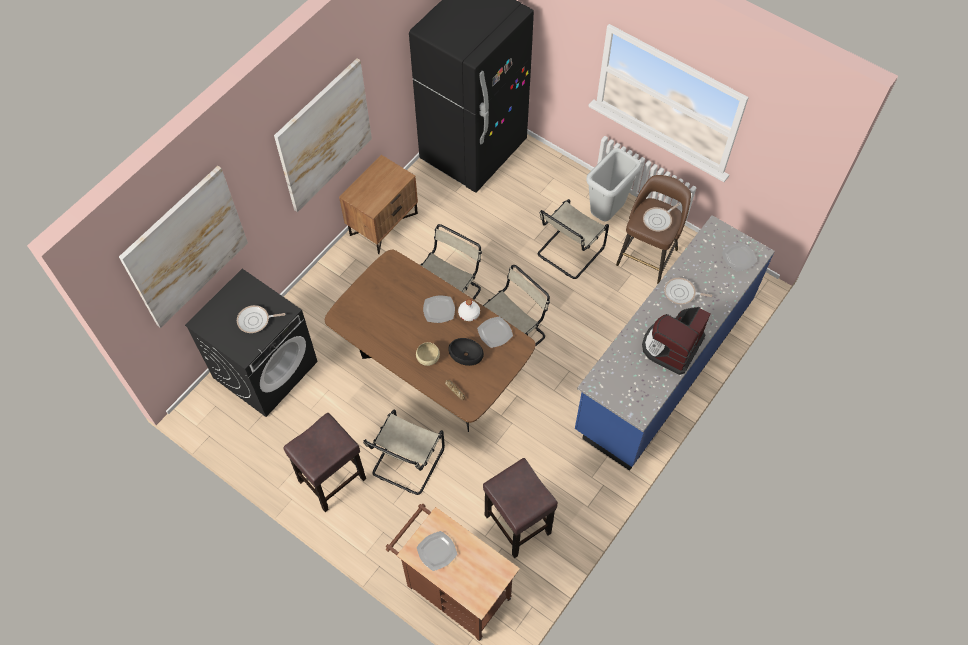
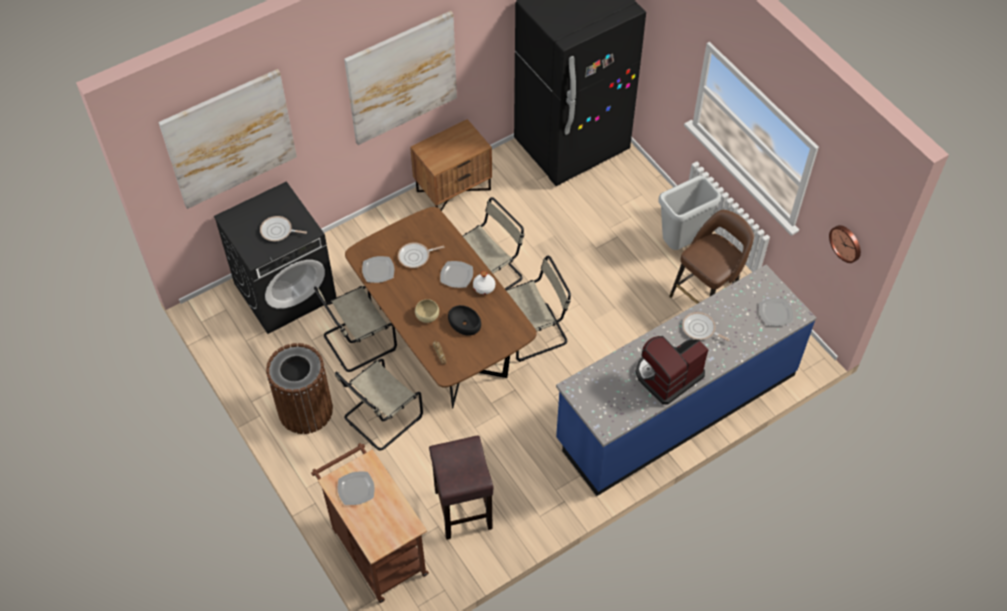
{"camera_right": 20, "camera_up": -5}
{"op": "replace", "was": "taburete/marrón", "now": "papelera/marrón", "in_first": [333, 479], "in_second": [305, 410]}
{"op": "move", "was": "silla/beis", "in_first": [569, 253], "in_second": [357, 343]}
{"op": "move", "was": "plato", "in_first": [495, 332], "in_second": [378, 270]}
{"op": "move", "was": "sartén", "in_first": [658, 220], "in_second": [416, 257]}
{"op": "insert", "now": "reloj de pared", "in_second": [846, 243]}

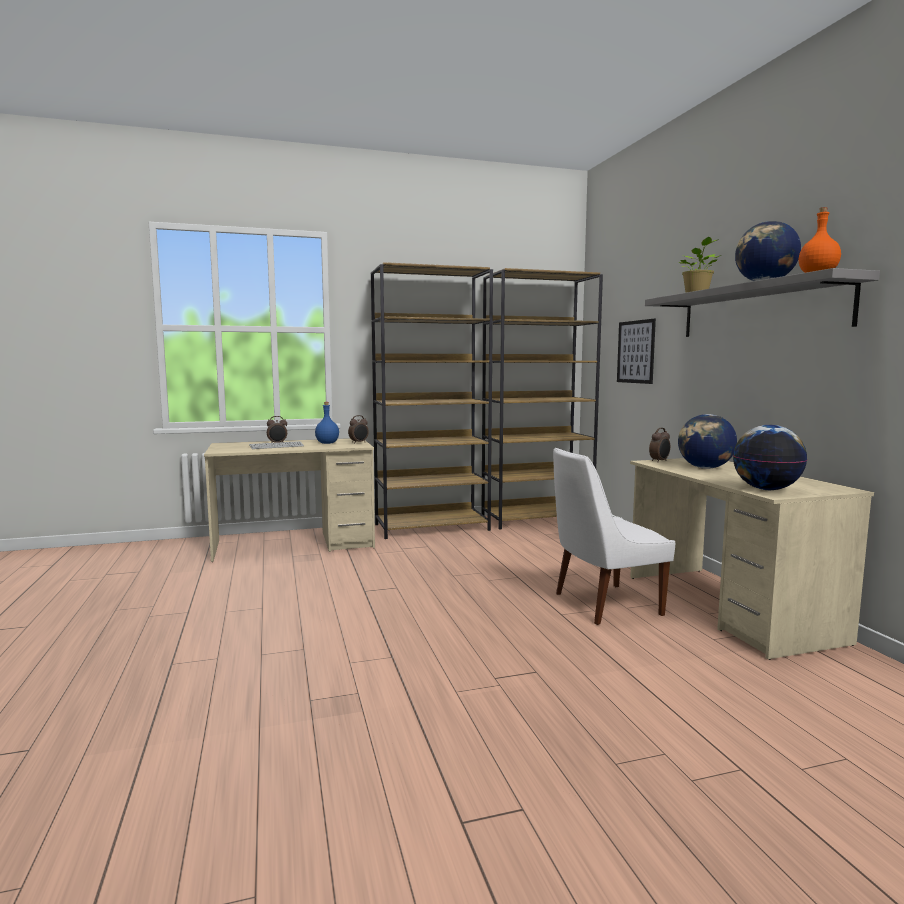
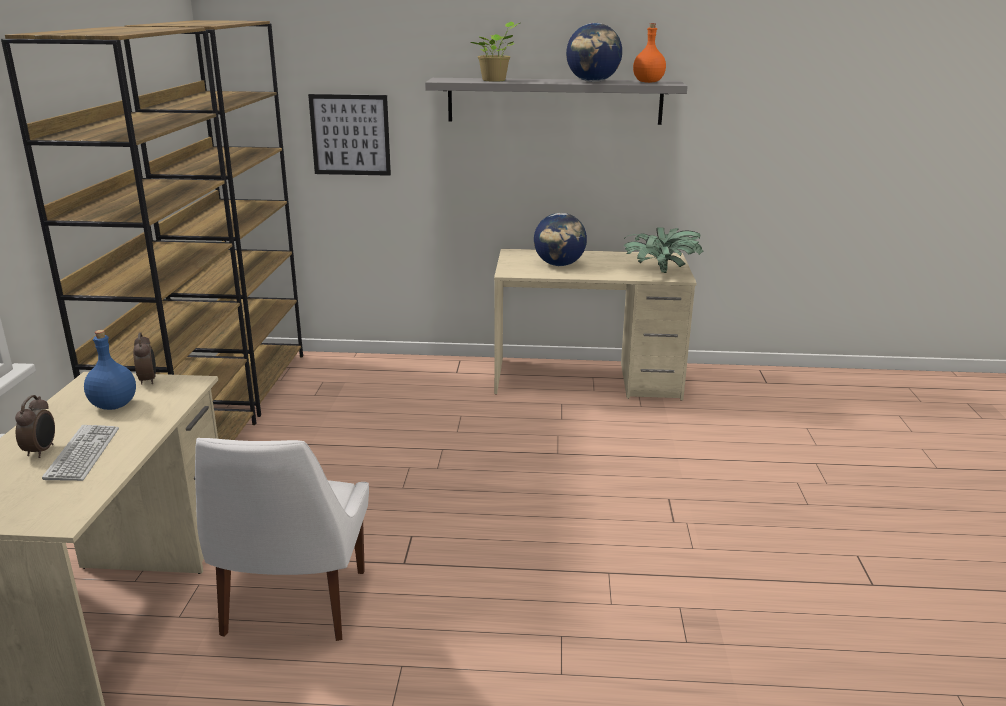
{"camera_right": -70, "camera_up": 15}
{"op": "move", "was": "silla/blanco", "in_first": [603, 604], "in_second": [293, 606]}
{"op": "replace", "was": "globo terráqueo", "now": "planta en maceta", "in_first": [766, 489], "in_second": [661, 273]}
{"op": "delete", "was": "despertador", "in_first": [659, 461]}

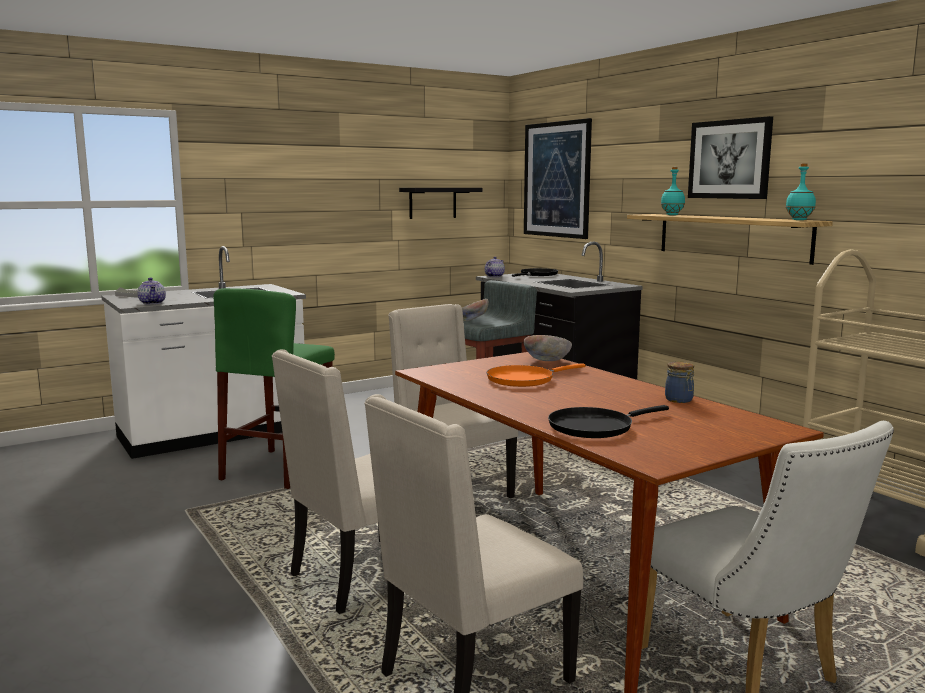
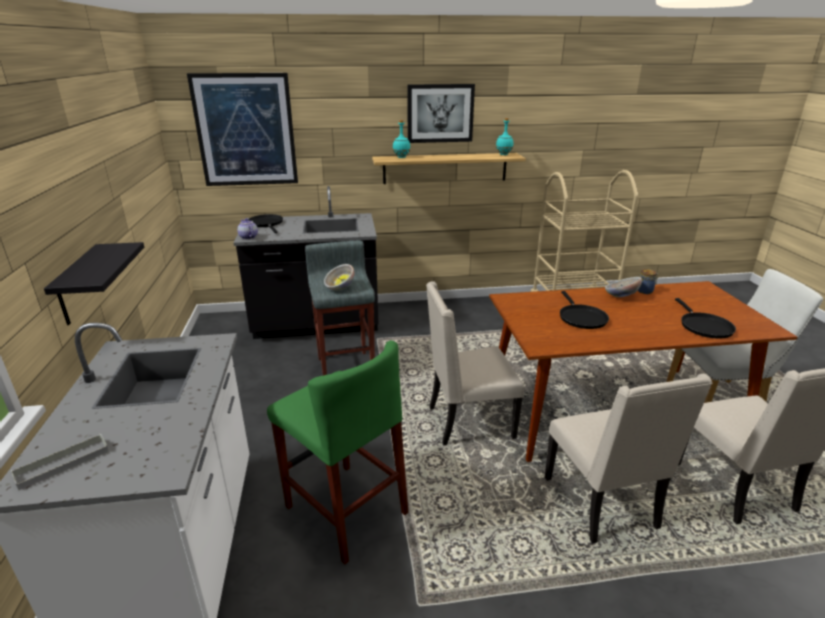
{"camera_right": -65, "camera_up": 15}
{"op": "move", "was": "estante/negro", "in_first": [432, 203], "in_second": [78, 285]}
{"op": "recolor", "was": "sartén/naranja", "now": "sartén/negro", "in_first": [524, 379], "in_second": [581, 318]}
{"op": "move", "was": "cuenco", "in_first": [546, 362], "in_second": [620, 296]}
{"op": "delete", "was": "tetera", "in_first": [153, 303]}

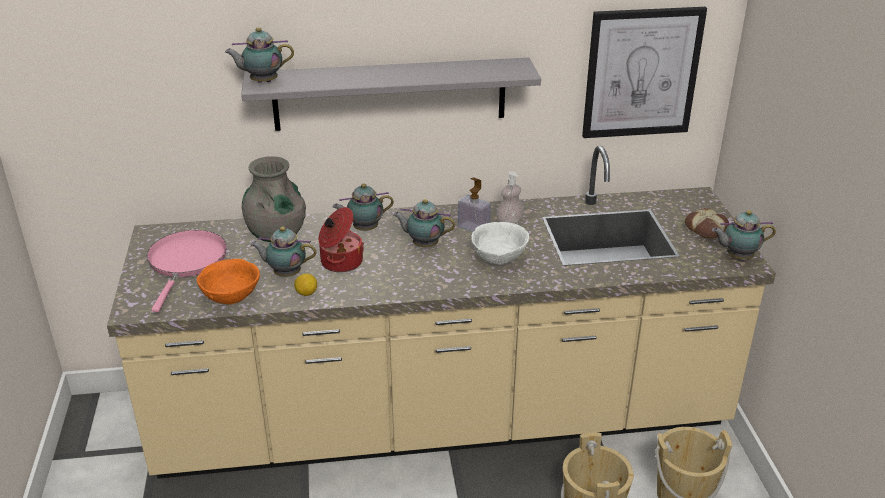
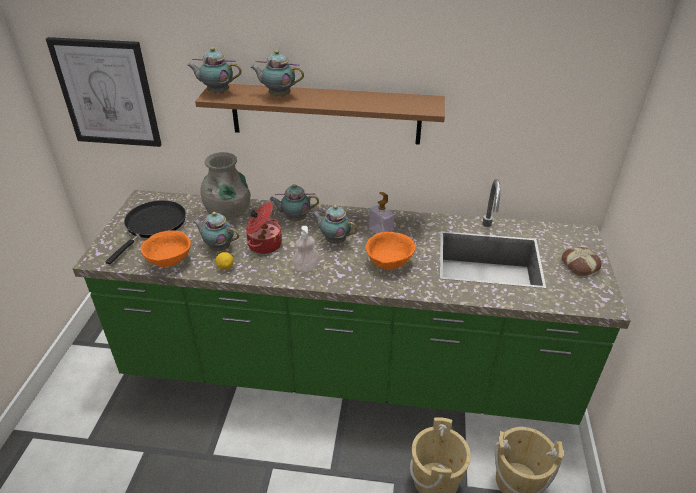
{"camera_right": 15, "camera_up": 5}
{"op": "move", "was": "cuadro", "in_first": [641, 73], "in_second": [107, 93]}
{"op": "recolor", "was": "mueble bajo de cocina/beis", "now": "mueble bajo de cocina/verde", "in_first": [442, 418], "in_second": [347, 369]}
{"op": "recolor", "was": "sartén/rosa", "now": "sartén/negro", "in_first": [186, 262], "in_second": [153, 225]}
{"op": "recolor", "was": "estante/gris", "now": "estante/marrón", "in_first": [390, 94], "in_second": [325, 113]}
{"op": "move", "was": "tetera", "in_first": [737, 257], "in_second": [278, 95]}
{"op": "move", "was": "dispensador de jabón", "in_first": [509, 222], "in_second": [306, 268]}
{"op": "recolor", "was": "cuenco/blanco", "now": "cuenco/naranja", "in_first": [499, 258], "in_second": [389, 262]}

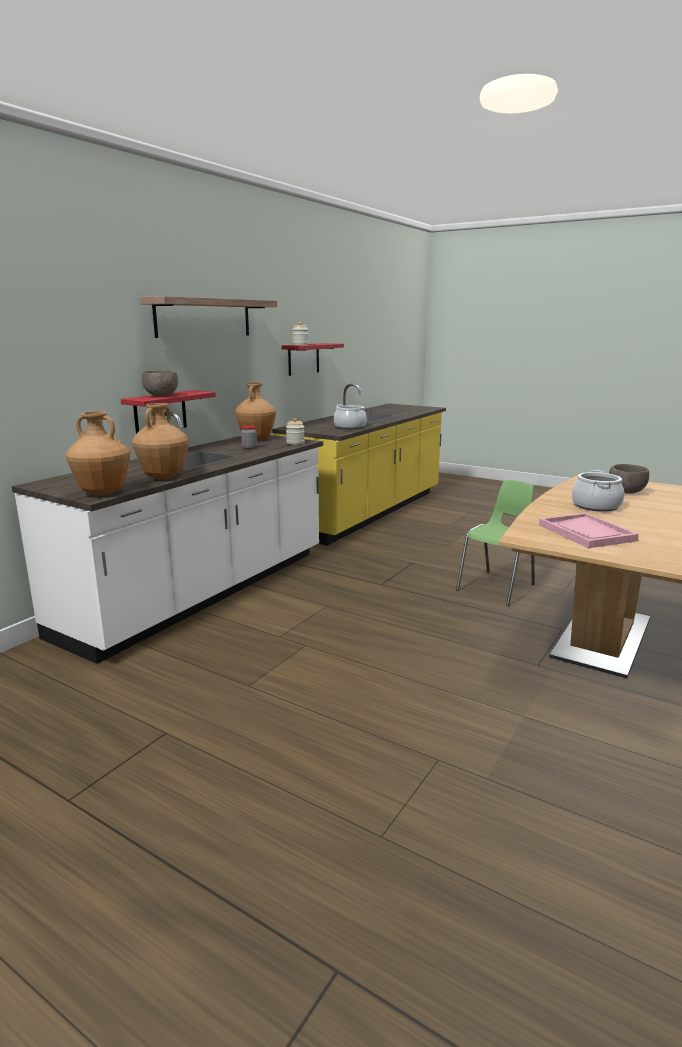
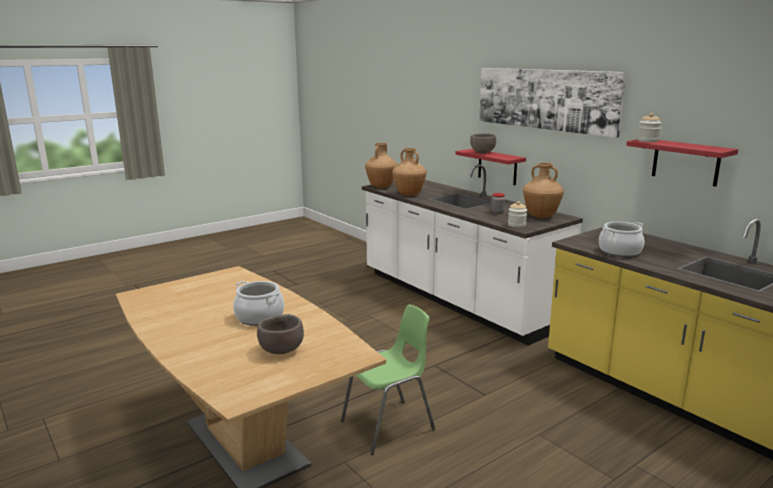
{"camera_right": 110, "camera_up": 0}
{"op": "rotate", "was": "silla/verde", "in_first": [497, 587], "in_second": [389, 426], "clockwise": -90}
{"op": "replace", "was": "estante", "now": "cuadro", "in_first": [204, 318], "in_second": [545, 99]}
{"op": "delete", "was": "bandeja/rosa", "in_first": [586, 533]}

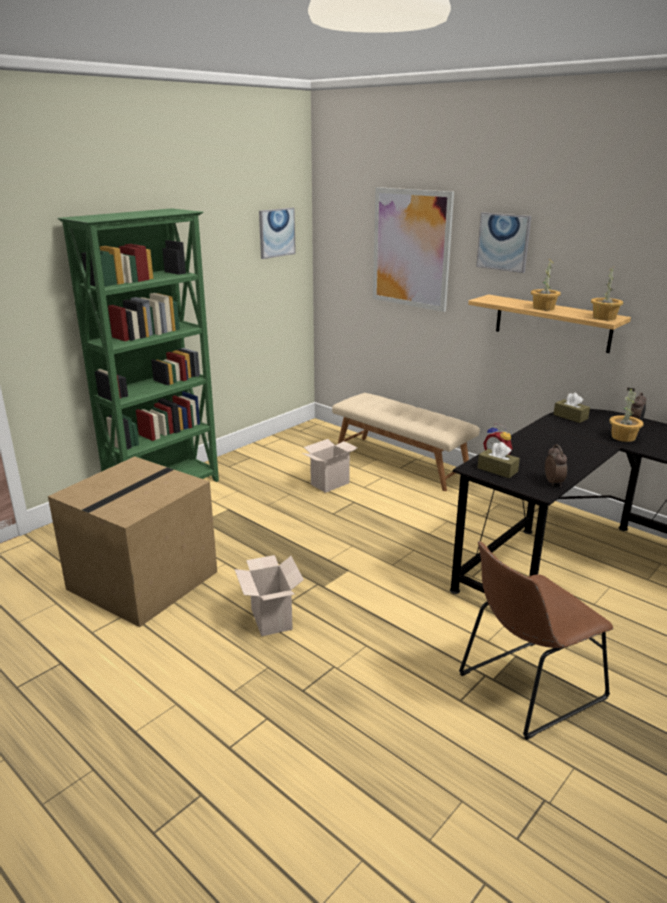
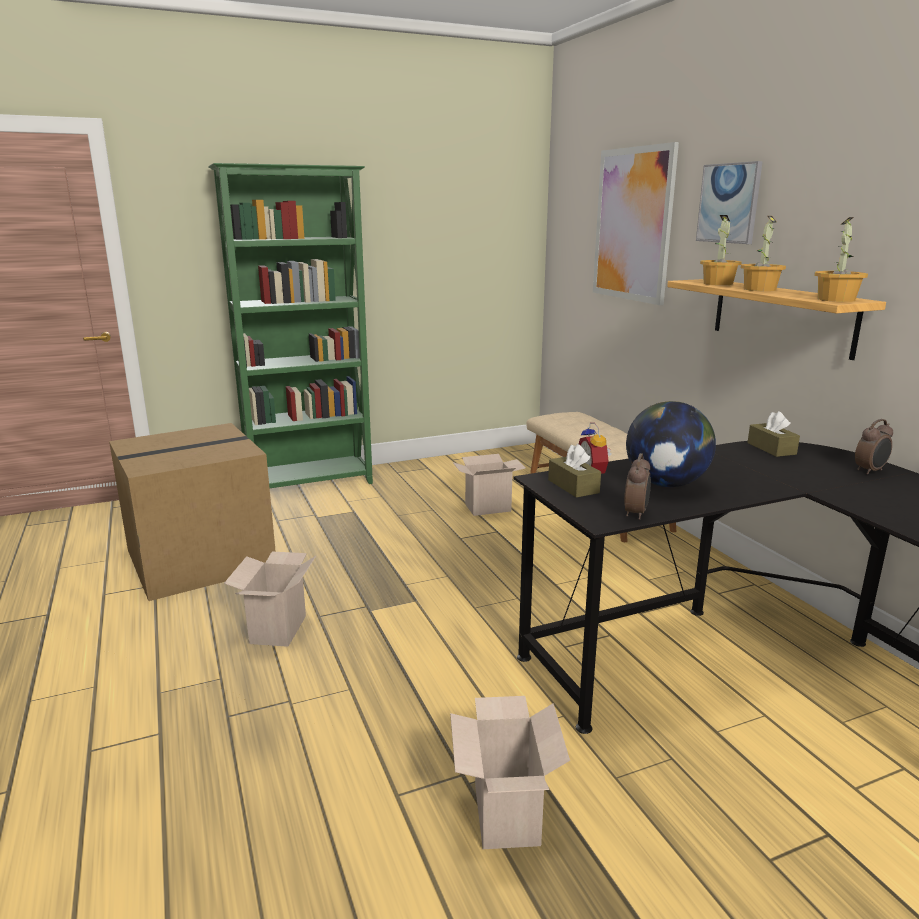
{"camera_right": 25, "camera_up": -5}
{"op": "replace", "was": "silla/marrón", "now": "caja de cartón", "in_first": [526, 688], "in_second": [503, 812]}
{"op": "insert", "now": "globo terráqueo", "in_second": [666, 484]}
{"op": "move", "was": "planta en maceta", "in_first": [623, 437], "in_second": [717, 283]}
{"op": "delete", "was": "cuadro", "in_first": [276, 232]}

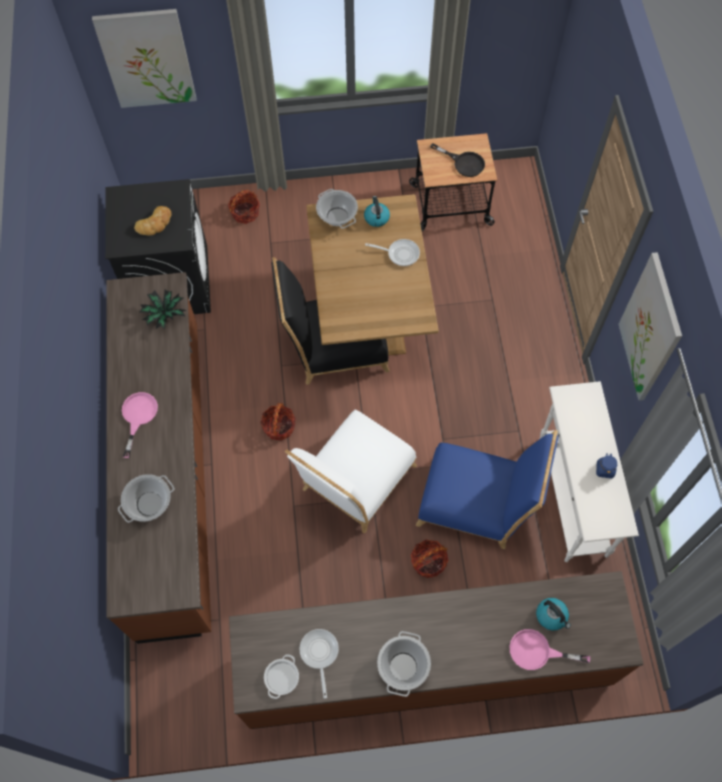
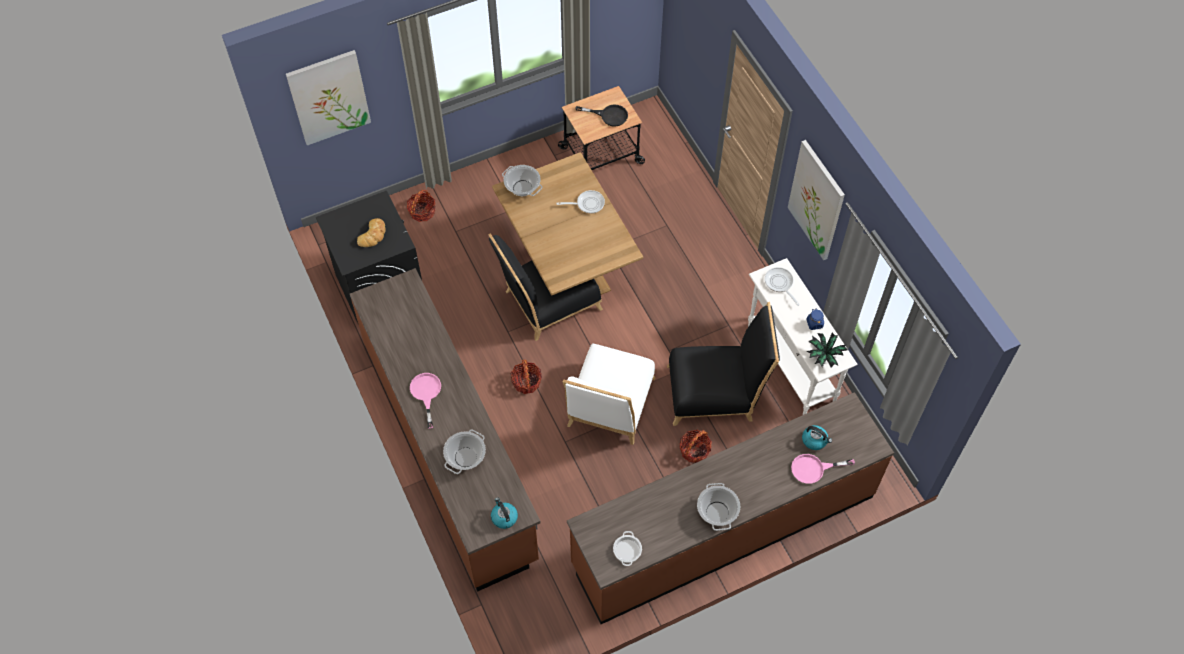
{"camera_right": -20, "camera_up": -5}
{"op": "move", "was": "hervidor", "in_first": [376, 217], "in_second": [504, 517]}
{"op": "recolor", "was": "silla/azul", "now": "silla/negro", "in_first": [477, 503], "in_second": [716, 392]}
{"op": "move", "was": "sartén", "in_first": [319, 654], "in_second": [780, 284]}
{"op": "move", "was": "planta en maceta", "in_first": [164, 315], "in_second": [824, 355]}

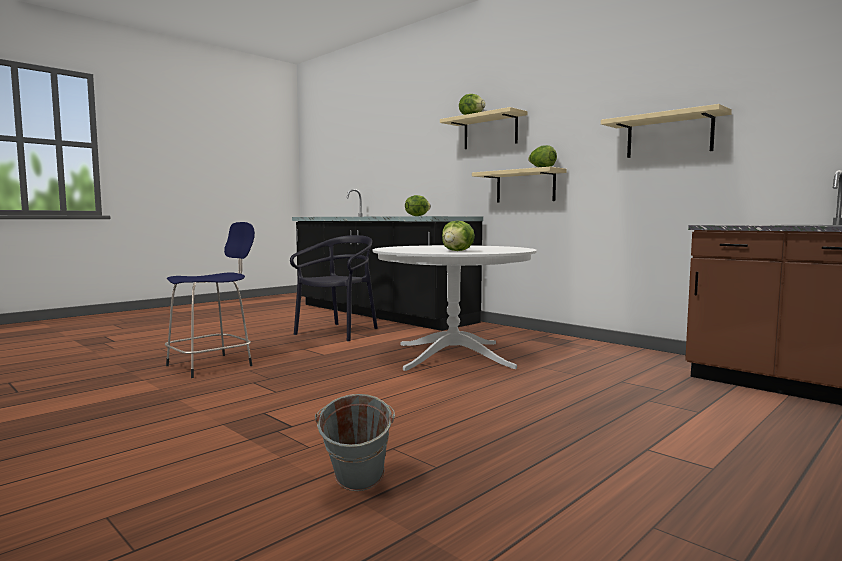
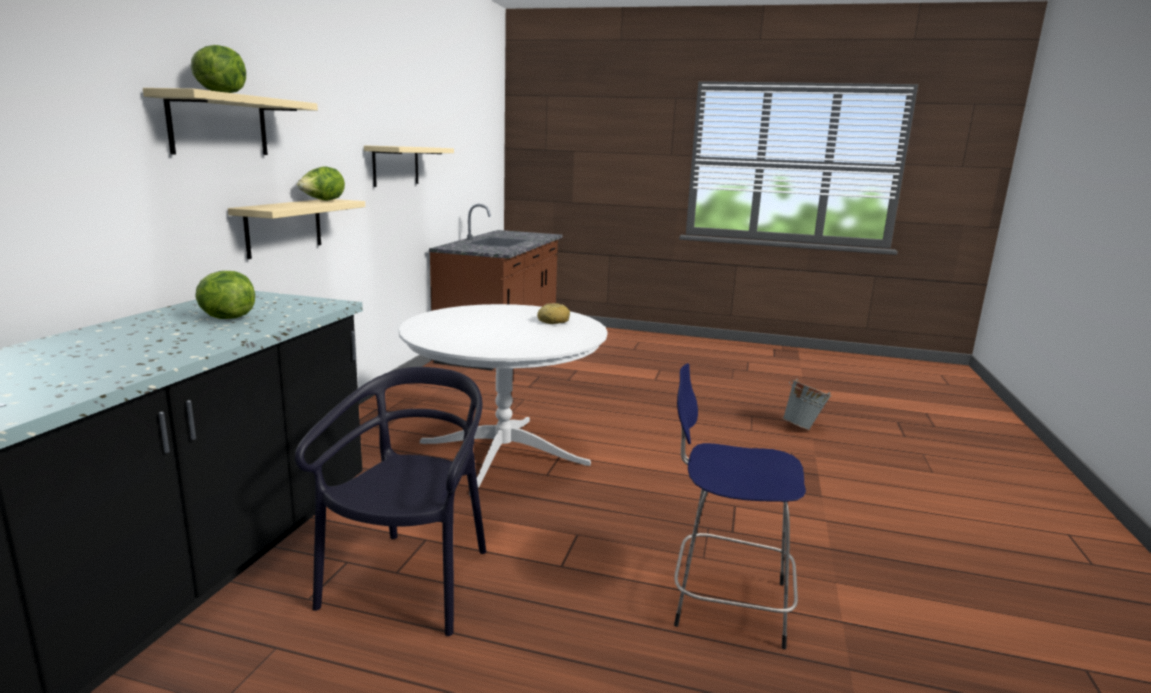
{"camera_right": -120, "camera_up": 10}
{"op": "rotate", "was": "silla/negro", "in_first": [338, 332], "in_second": [410, 582], "clockwise": 105}
{"op": "replace", "was": "lechuga", "now": "pan", "in_first": [458, 251], "in_second": [553, 321]}

